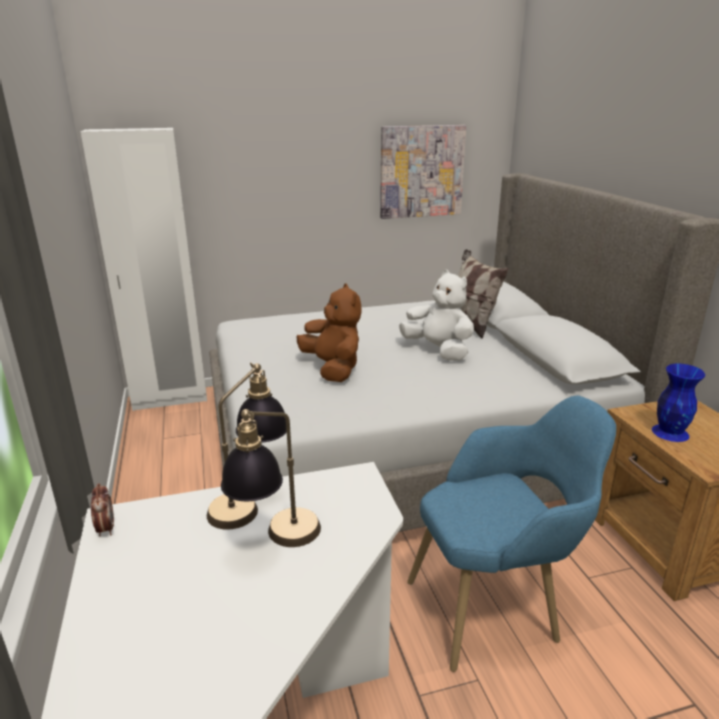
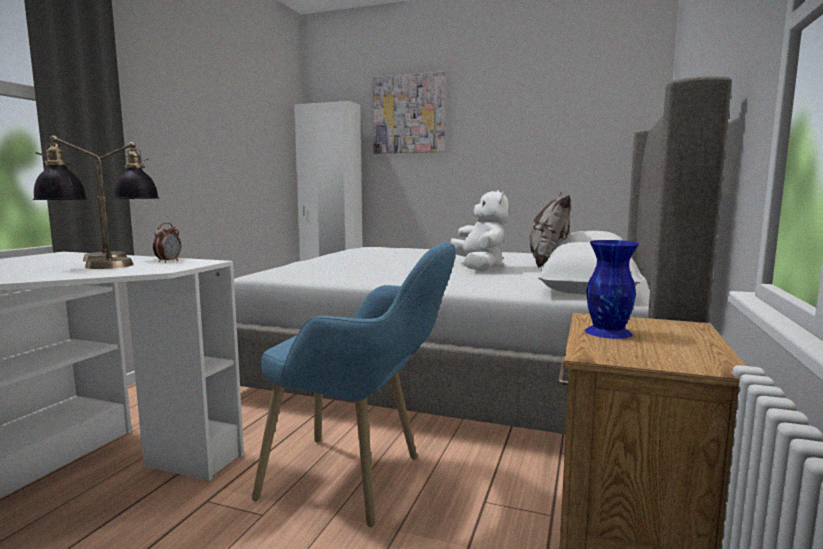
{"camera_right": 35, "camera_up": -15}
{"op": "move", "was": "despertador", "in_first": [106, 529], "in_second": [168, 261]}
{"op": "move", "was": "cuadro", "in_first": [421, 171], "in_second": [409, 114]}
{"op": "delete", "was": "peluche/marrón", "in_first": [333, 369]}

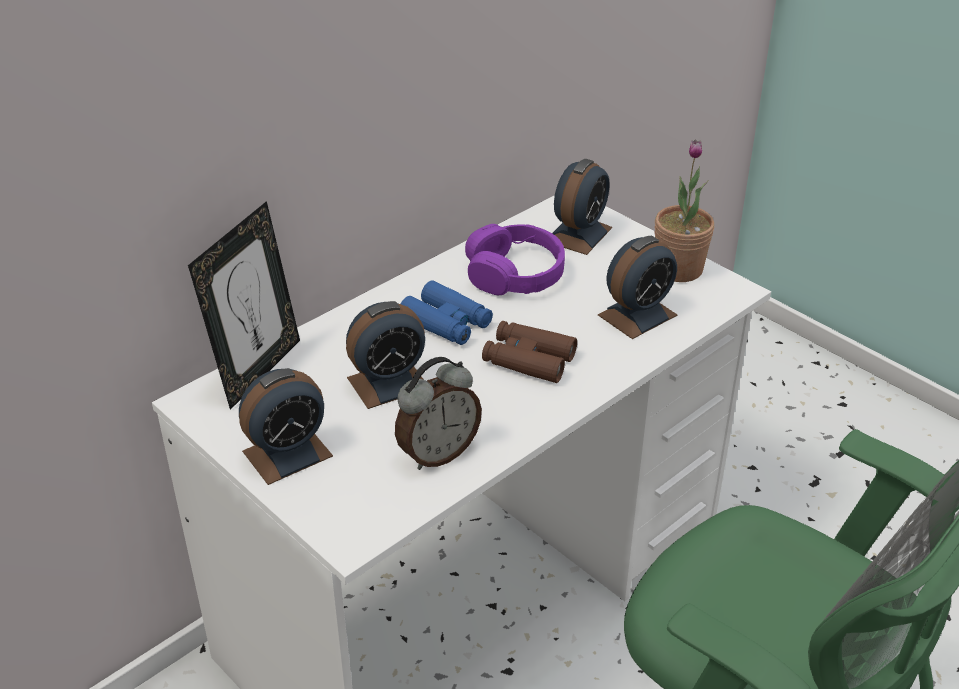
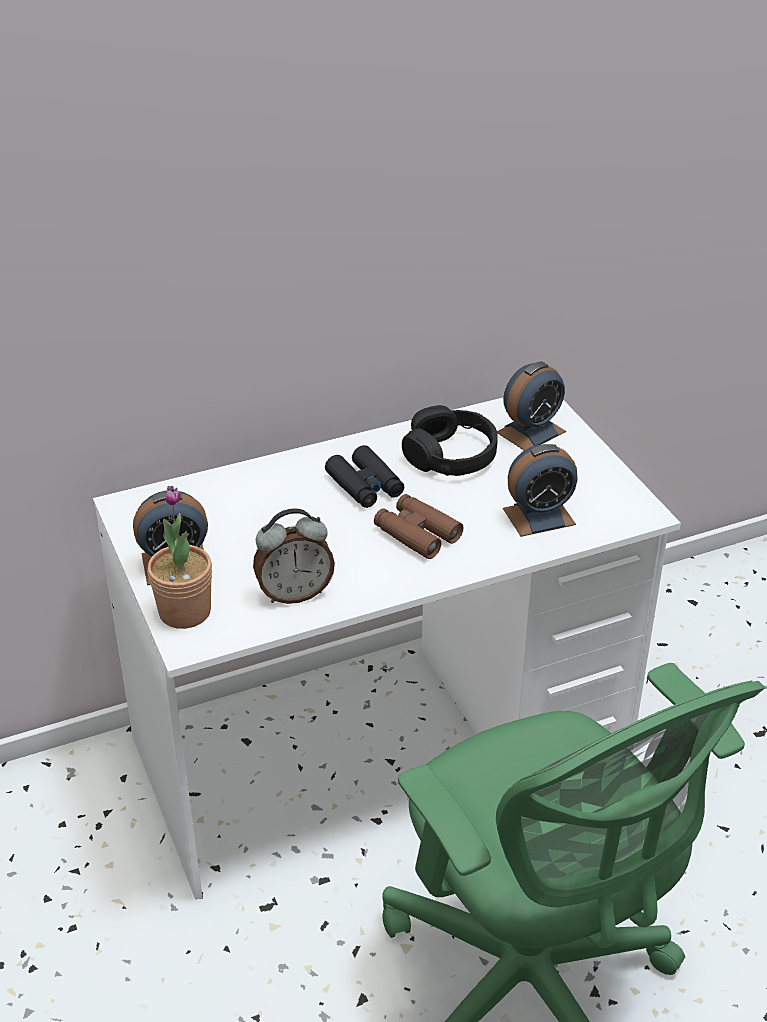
{"camera_right": 20, "camera_up": 0}
{"op": "move", "was": "planta en maceta", "in_first": [678, 269], "in_second": [185, 612]}
{"op": "recolor", "was": "prismáticos/azul", "now": "prismáticos/negro", "in_first": [446, 322], "in_second": [365, 485]}
{"op": "recolor", "was": "auriculares/morado", "now": "auriculares/negro", "in_first": [515, 274], "in_second": [450, 455]}
{"op": "delete", "was": "portarretratos", "in_first": [257, 371]}
{"op": "delete", "was": "despertador", "in_first": [388, 383]}

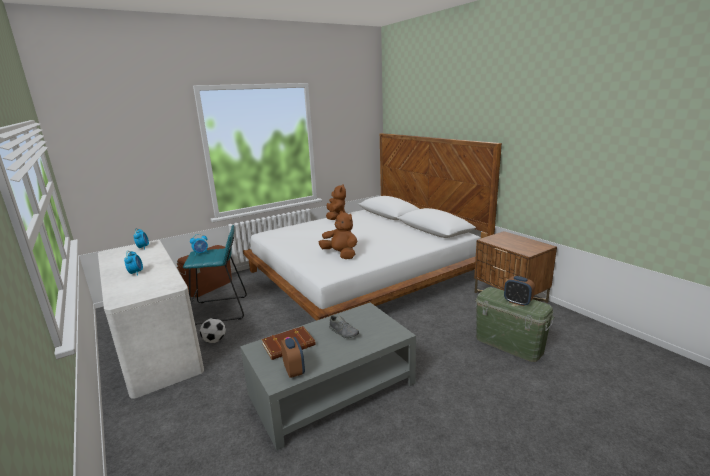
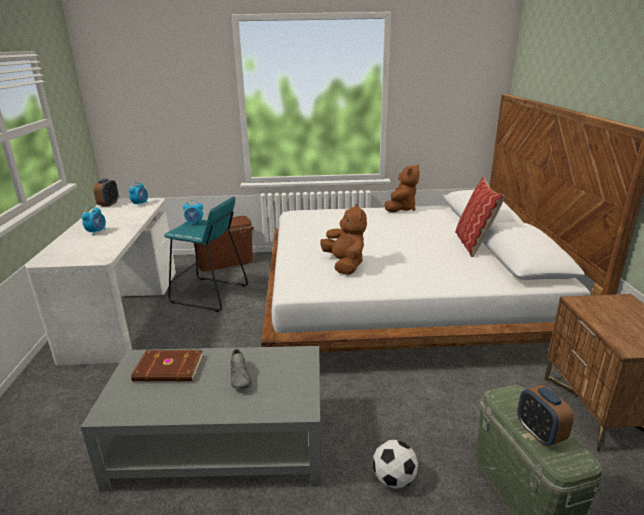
{"camera_right": 30, "camera_up": 5}
{"op": "move", "was": "despertador", "in_first": [294, 370], "in_second": [109, 204]}
{"op": "move", "was": "balón de fútbol", "in_first": [214, 340], "in_second": [394, 479]}
{"op": "insert", "now": "cojín", "in_second": [473, 244]}

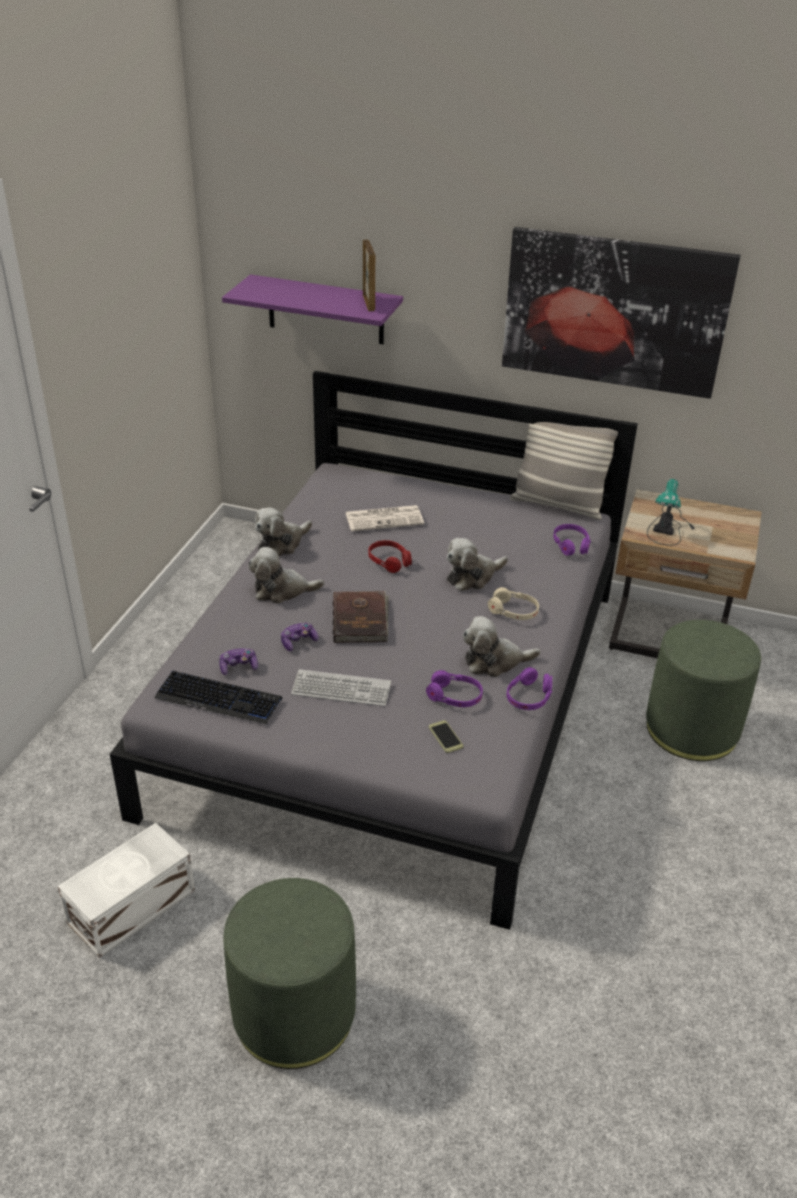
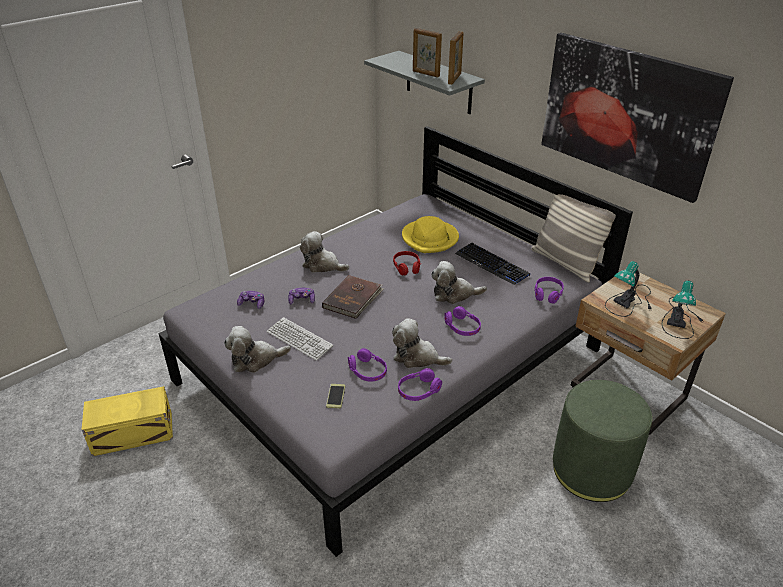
{"camera_right": 30, "camera_up": 0}
{"op": "recolor", "was": "caja de almacenaje/blanco", "now": "caja de almacenaje/amarillo", "in_first": [134, 906], "in_second": [134, 434]}
{"op": "move", "was": "peluche", "in_first": [282, 544], "in_second": [255, 359]}
{"op": "recolor", "was": "estante/morado", "now": "estante/gris", "in_first": [325, 310], "in_second": [438, 83]}
{"op": "replace", "was": "periódico", "now": "sombrero/amarillo", "in_first": [385, 518], "in_second": [430, 239]}
{"op": "insert", "now": "portarretratos", "in_second": [425, 74]}
{"op": "recolor", "was": "auriculares/beis", "now": "auriculares/morado", "in_first": [513, 612], "in_second": [462, 327]}
{"op": "move", "was": "teclado", "in_first": [219, 699], "in_second": [492, 264]}
{"op": "insert", "now": "lámpara de mesa", "in_second": [679, 319]}
{"op": "delete", "was": "puf/verde", "in_first": [294, 1013]}

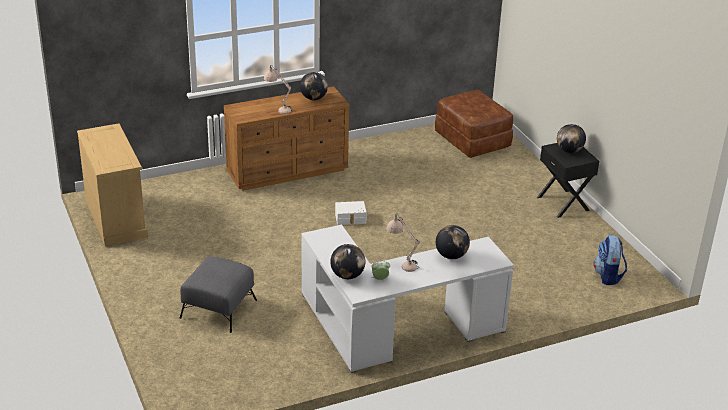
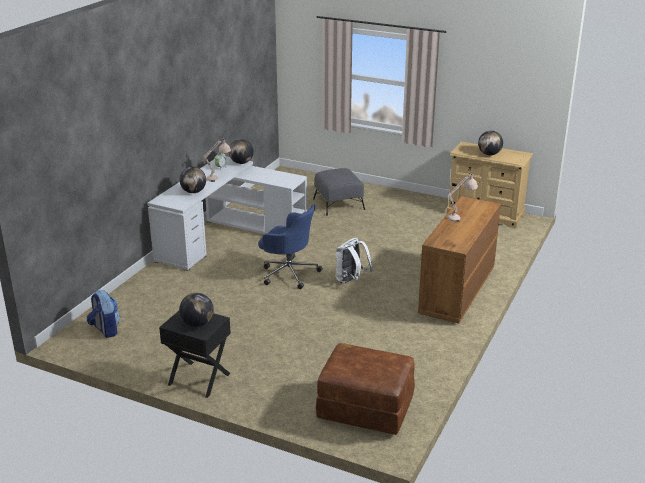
{"camera_right": 140, "camera_up": -5}
{"op": "insert", "now": "silla de oficina/azul", "in_second": [288, 273]}
{"op": "replace", "was": "caja de almacenaje/blanco", "now": "mochila/blanco", "in_first": [350, 219], "in_second": [351, 280]}
{"op": "move", "was": "globo terráqueo", "in_first": [313, 98], "in_second": [489, 154]}

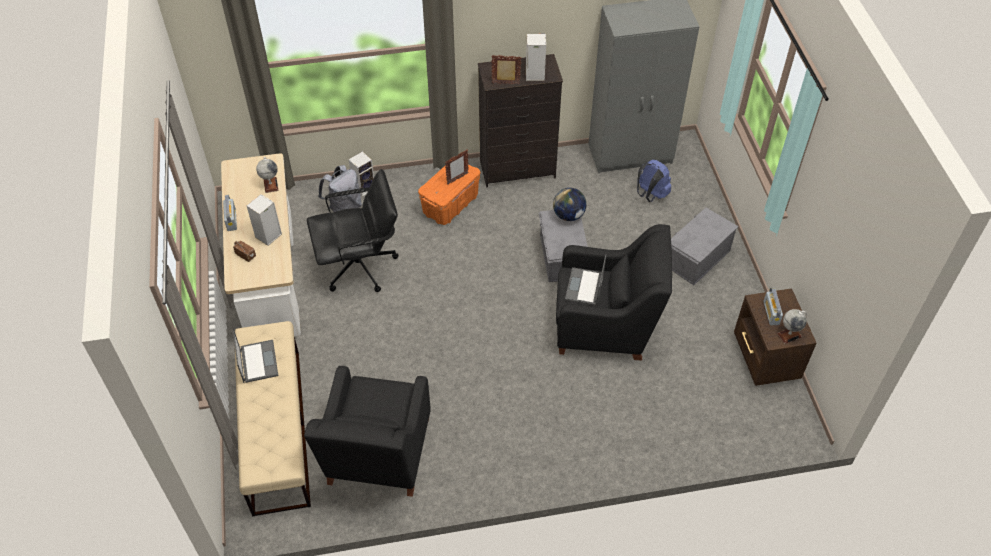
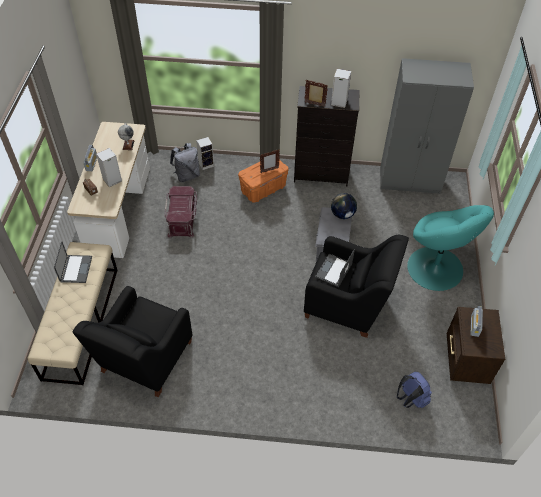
{"camera_right": 15, "camera_up": 0}
{"op": "replace", "was": "silla de oficina/negro", "now": "caja de almacenaje/rojo", "in_first": [360, 266], "in_second": [183, 219]}
{"op": "move", "was": "mochila/azul", "in_first": [650, 195], "in_second": [410, 399]}
{"op": "replace", "was": "caja de almacenaje/gris", "now": "sillón/turquesa", "in_first": [696, 258], "in_second": [435, 269]}
{"op": "delete", "was": "globo terráqueo", "in_first": [789, 335]}

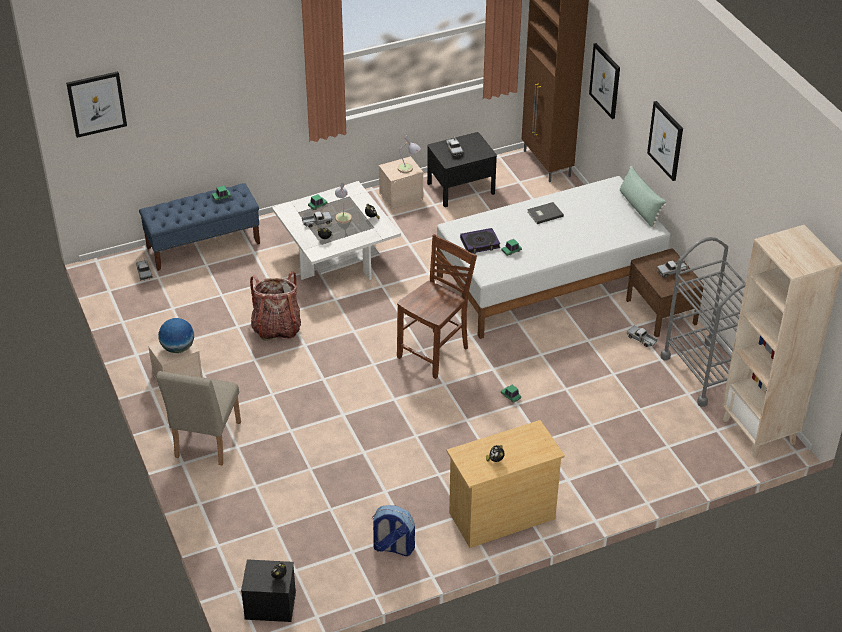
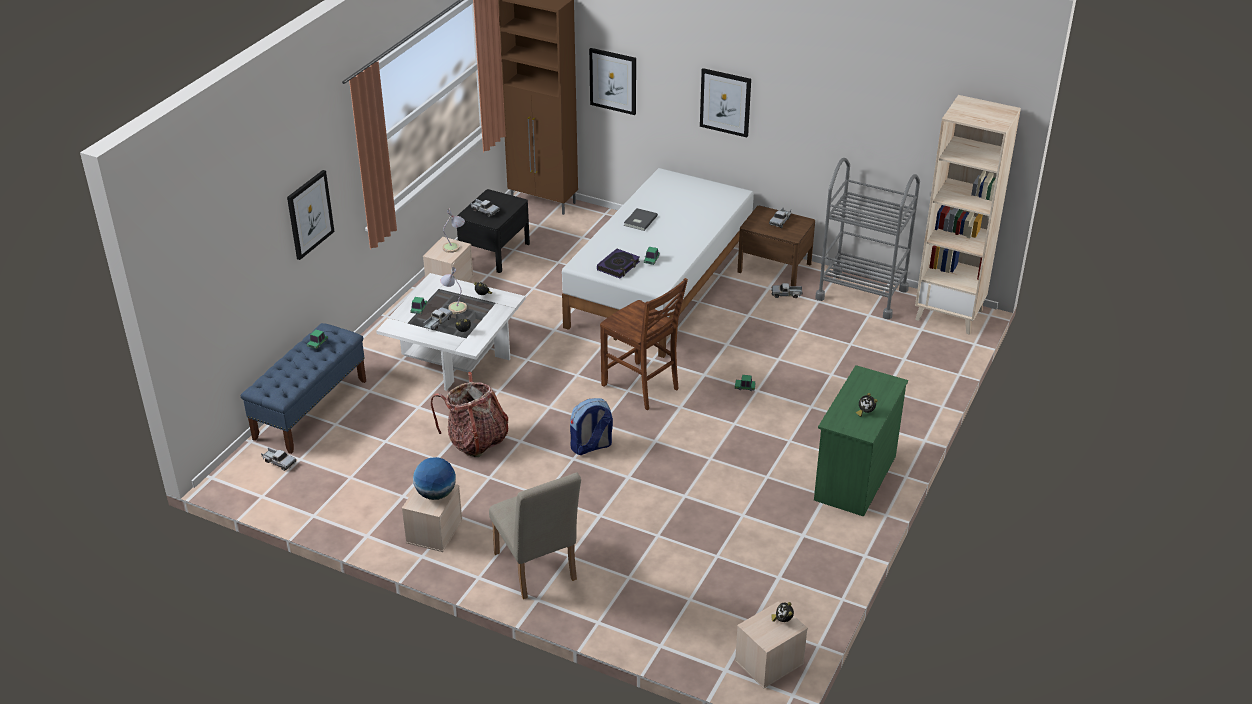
{"camera_right": -40, "camera_up": -5}
{"op": "move", "was": "cuadro", "in_first": [96, 104], "in_second": [309, 214]}
{"op": "move", "was": "mochila", "in_first": [393, 547], "in_second": [591, 447]}
{"op": "rotate", "was": "silla/marrón", "in_first": [435, 353], "in_second": [641, 387], "clockwise": 135}
{"op": "recolor", "was": "caja de almacenaje/negro", "now": "caja de almacenaje/beis", "in_first": [269, 605], "in_second": [769, 663]}
{"op": "recolor", "was": "cómoda/beis", "now": "cómoda/verde", "in_first": [501, 515], "in_second": [855, 478]}
{"op": "delete", "was": "cojín/verde", "in_first": [639, 207]}

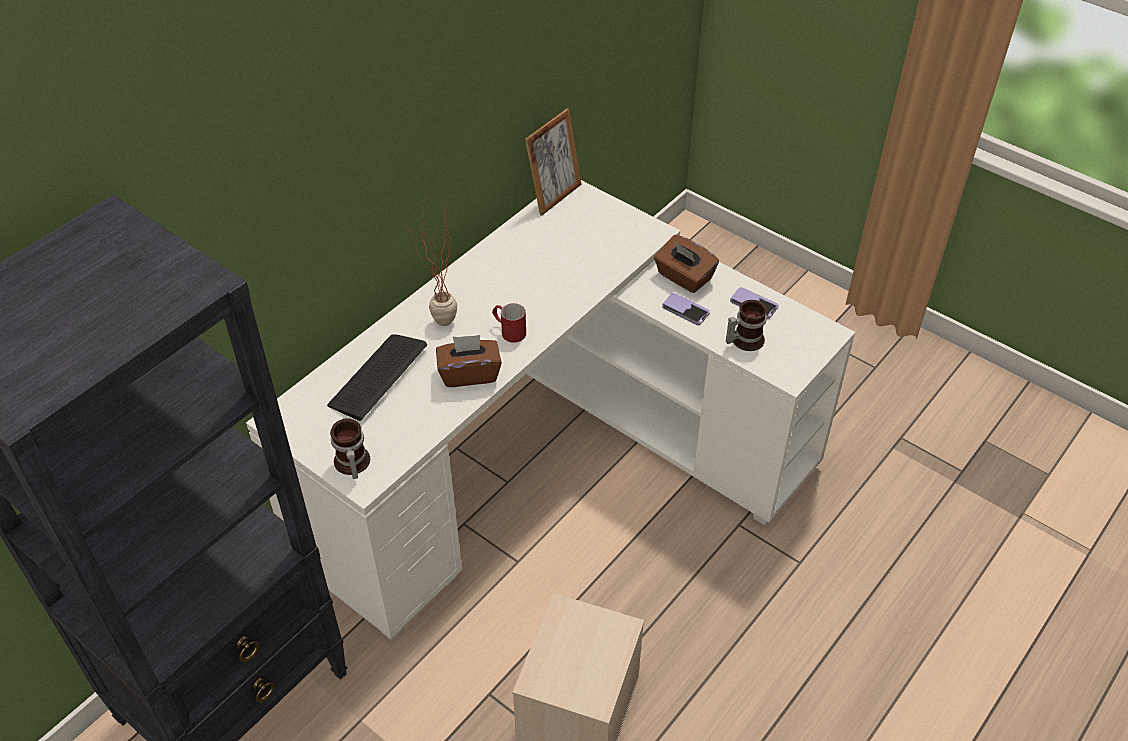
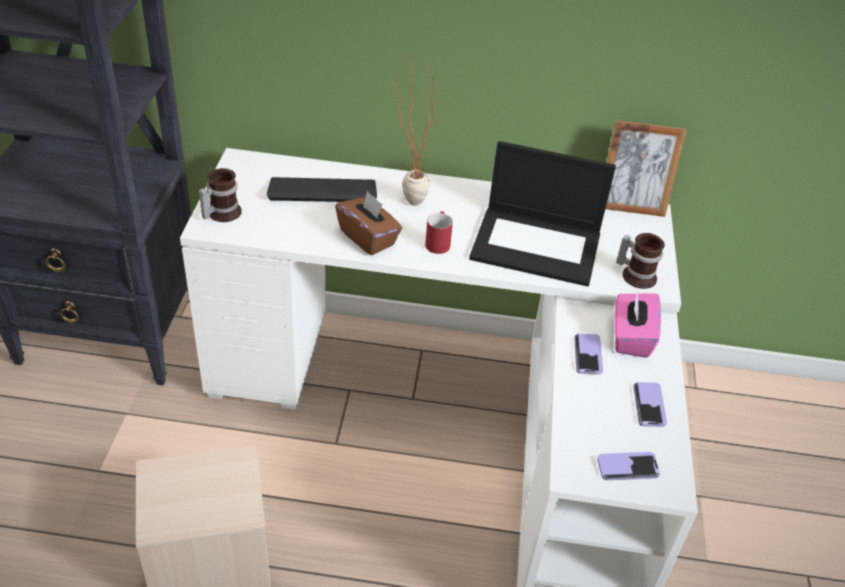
{"camera_right": 55, "camera_up": -5}
{"op": "insert", "now": "portátil", "in_second": [537, 245]}
{"op": "insert", "now": "móvil", "in_second": [627, 467]}
{"op": "recolor", "was": "caja de pañuelos/marrón", "now": "caja de pañuelos/rosa", "in_first": [684, 277], "in_second": [630, 337]}
{"op": "move", "was": "taza grande", "in_first": [744, 339], "in_second": [636, 274]}

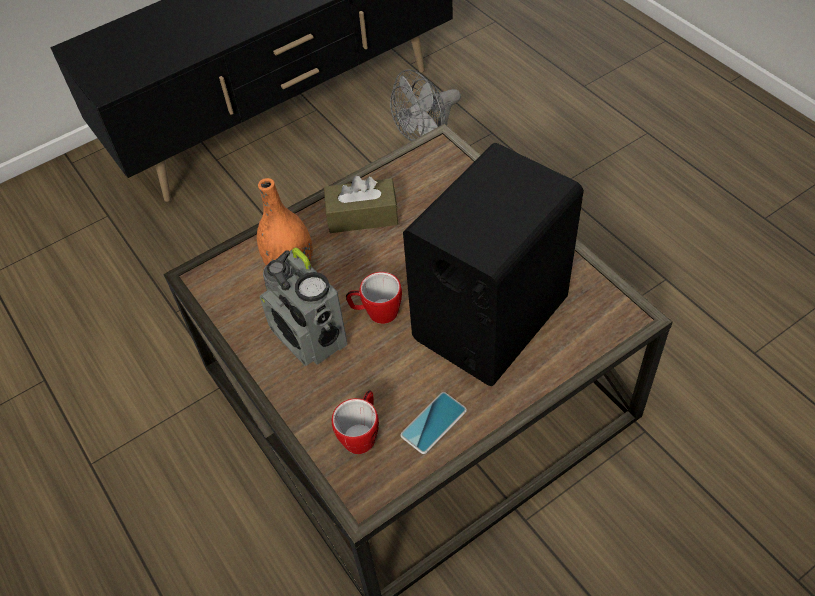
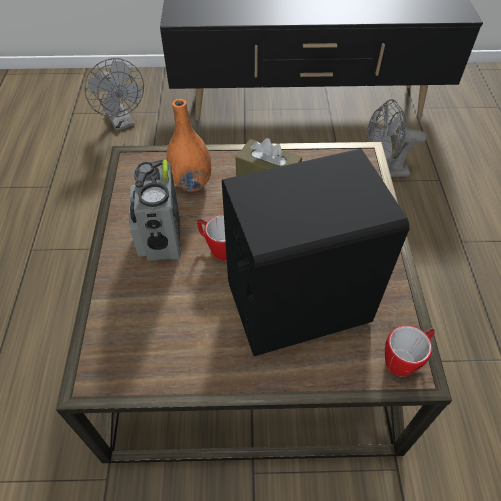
{"camera_right": 30, "camera_up": 0}
{"op": "insert", "now": "ventilador/gris", "in_second": [122, 122]}
{"op": "move", "was": "taza grande", "in_first": [362, 433], "in_second": [405, 359]}
{"op": "delete", "was": "móvil", "in_first": [433, 423]}

